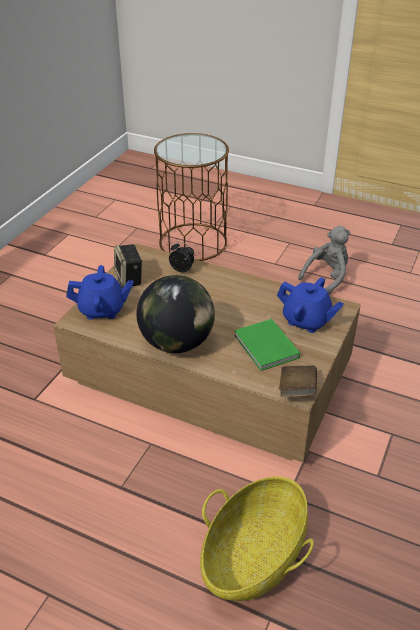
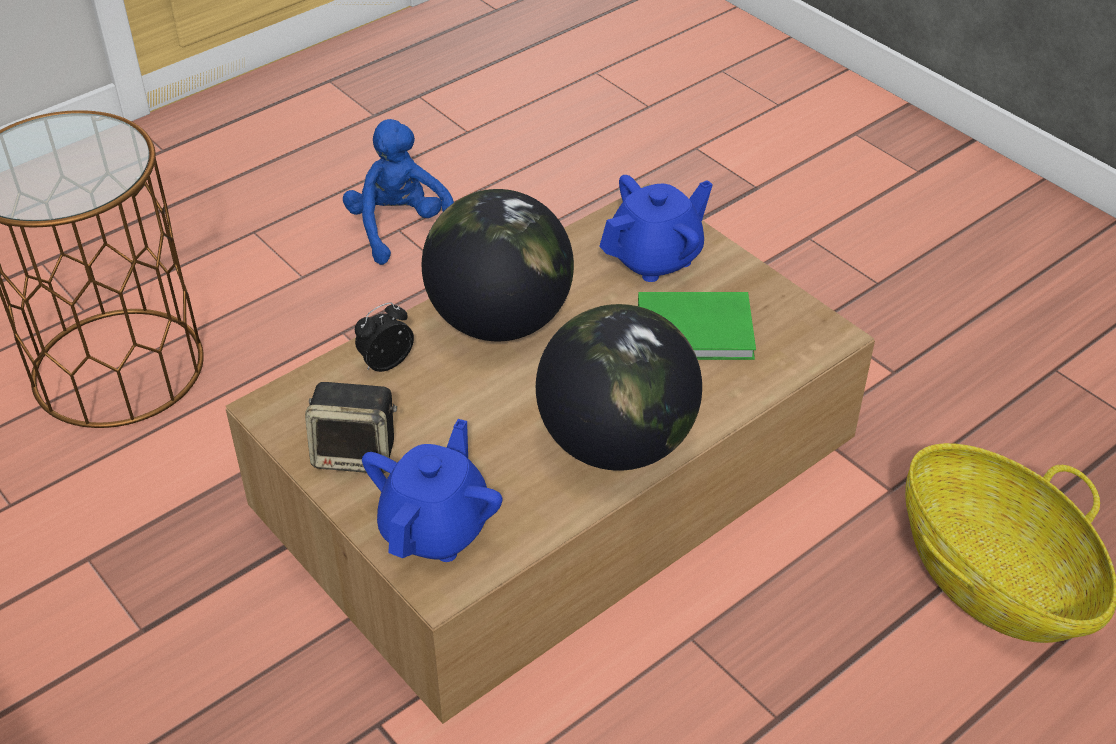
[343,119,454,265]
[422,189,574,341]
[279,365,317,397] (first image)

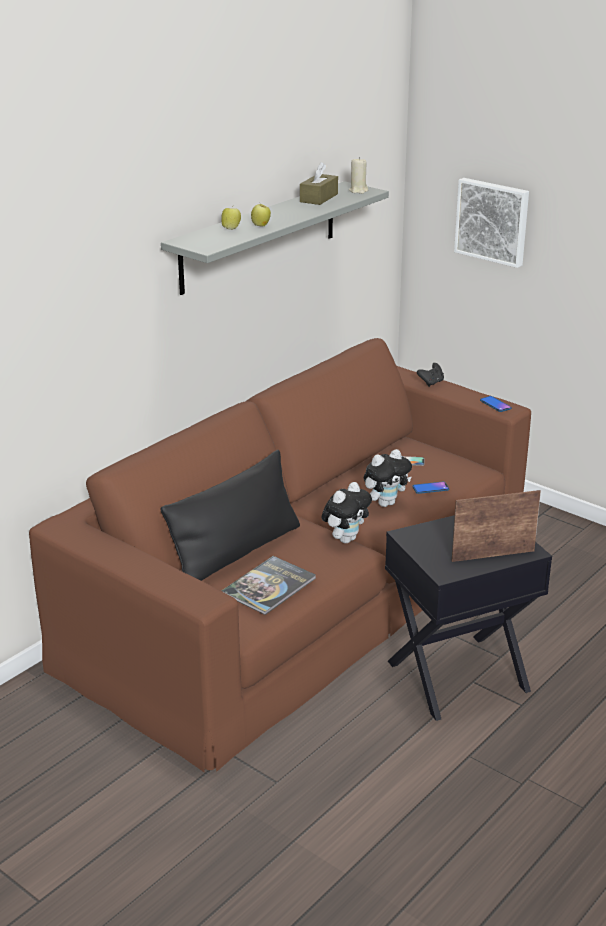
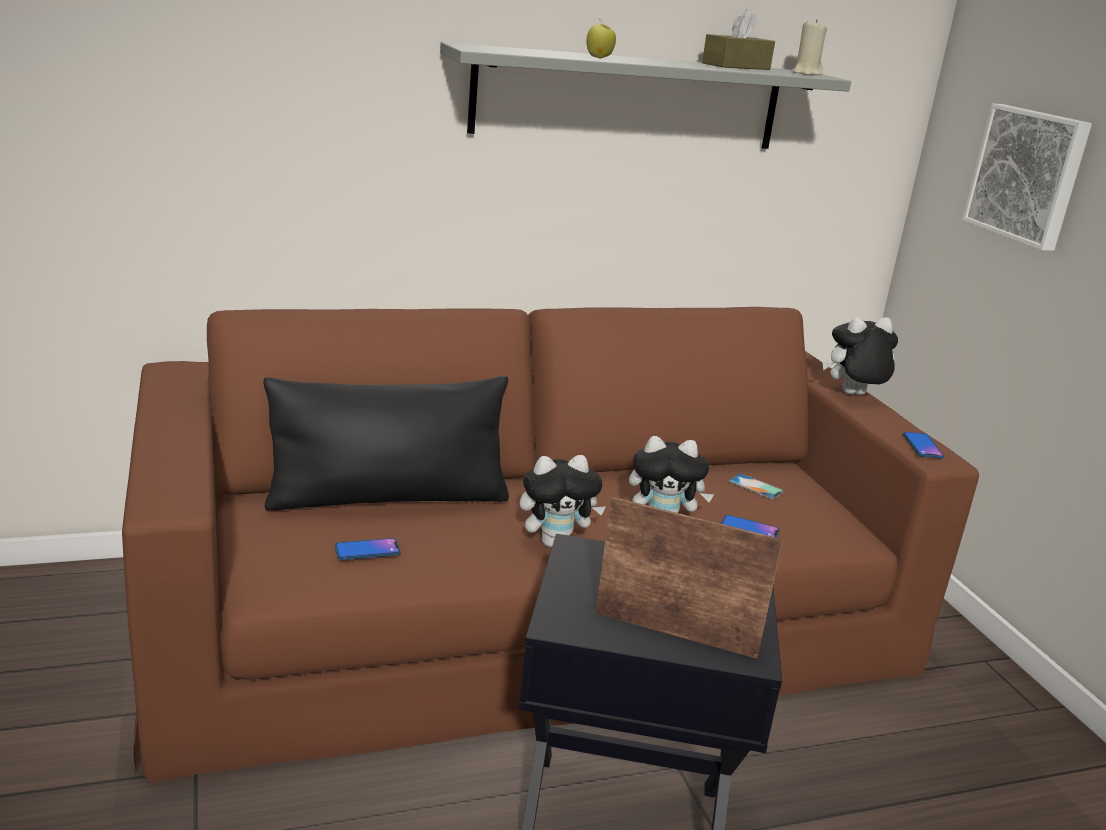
[335,538,401,560]
[822,317,898,395]
[221,208,241,230] (first image)

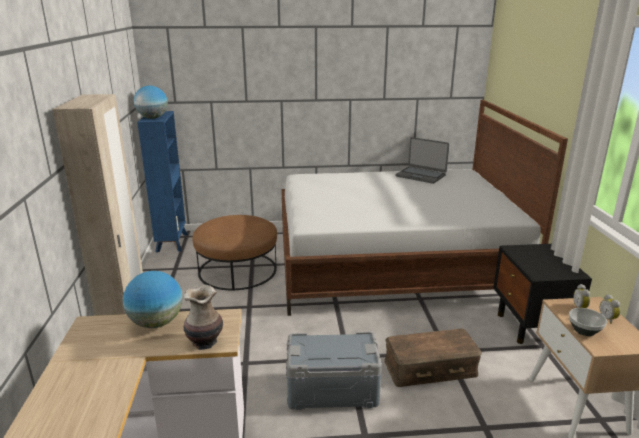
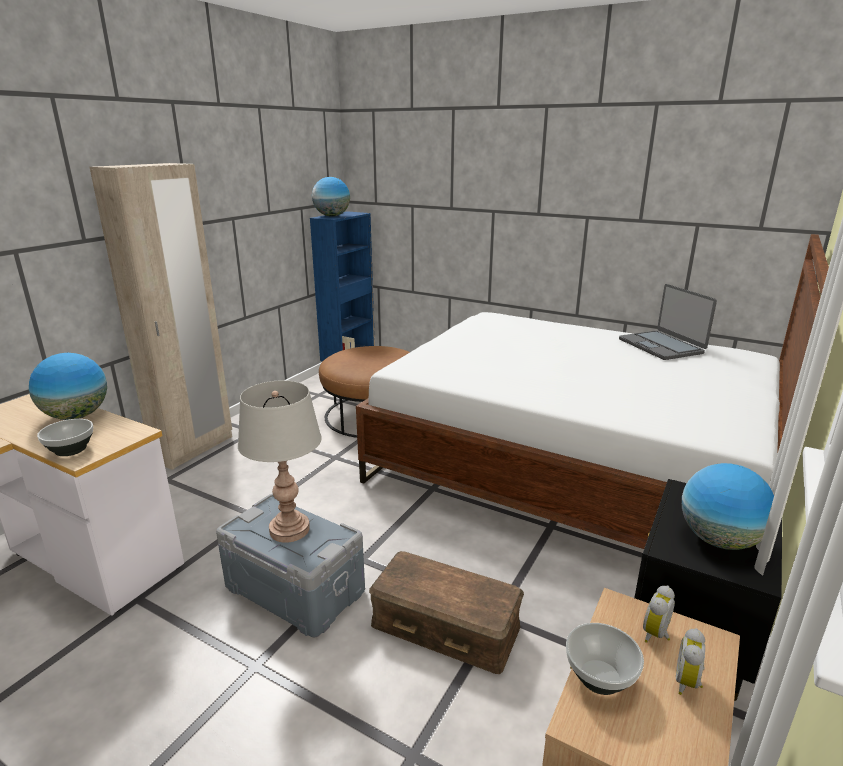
[37,419,93,456]
[238,380,322,543]
[682,463,774,550]

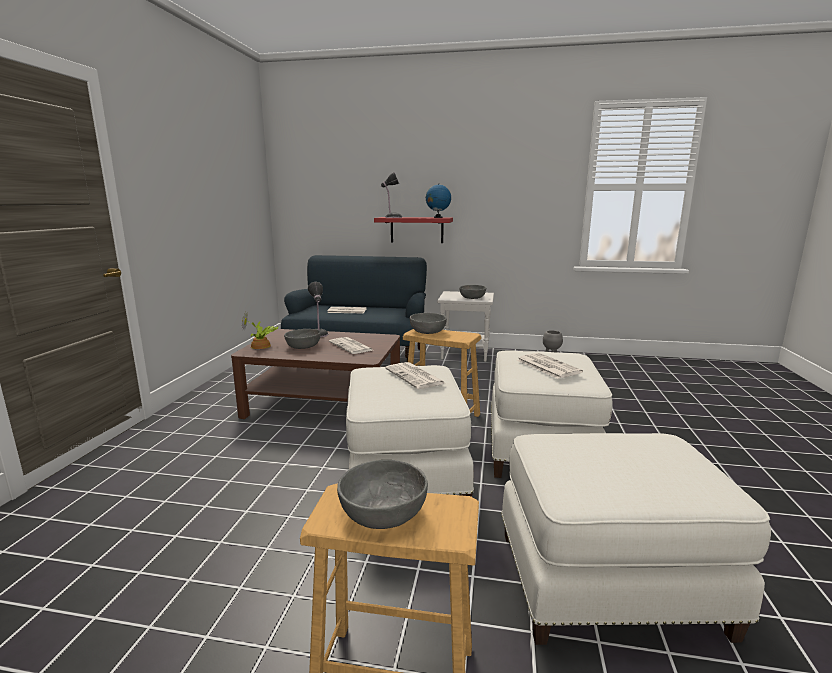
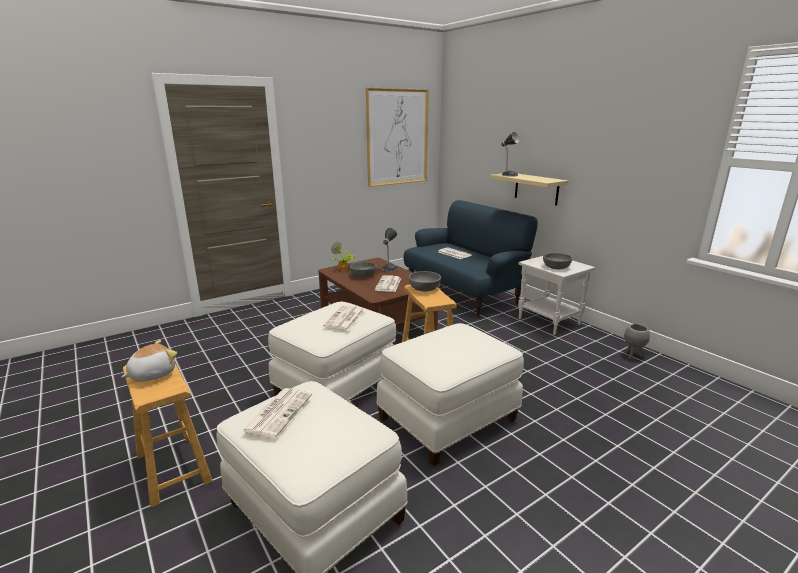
[121,340,177,382]
[241,388,312,438]
[366,88,429,187]
[490,173,568,206]
[426,184,451,218] (first image)

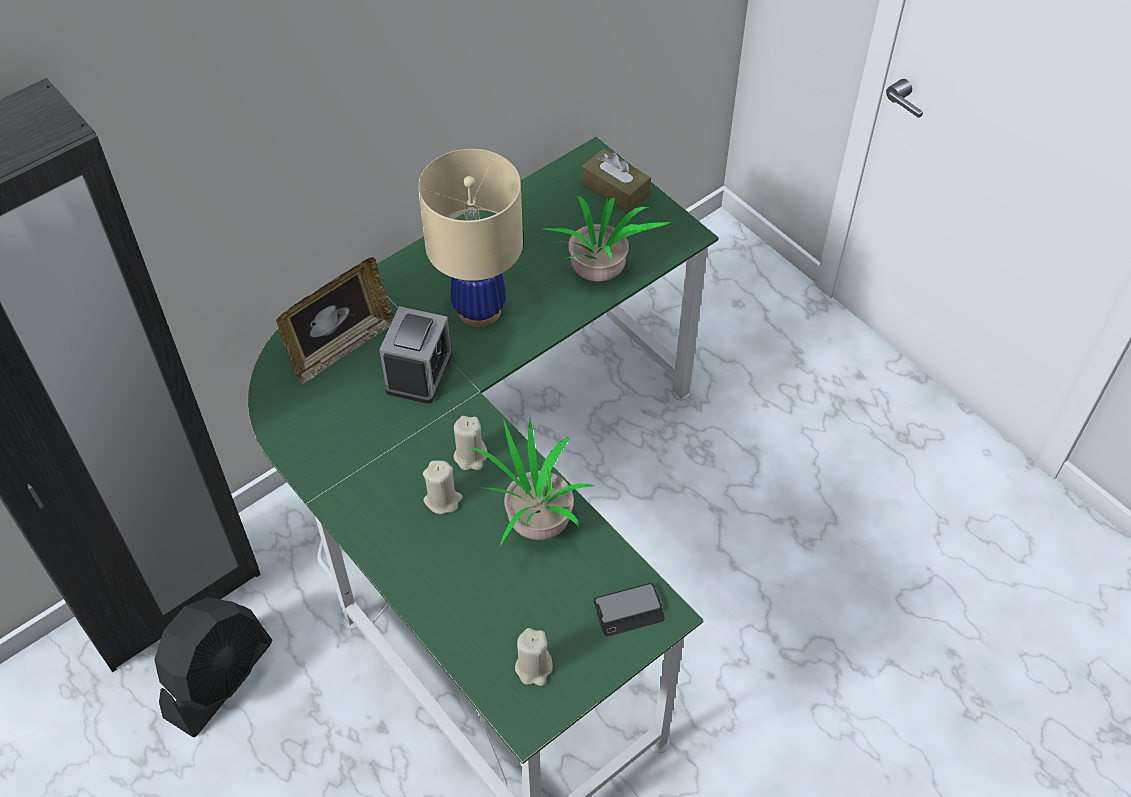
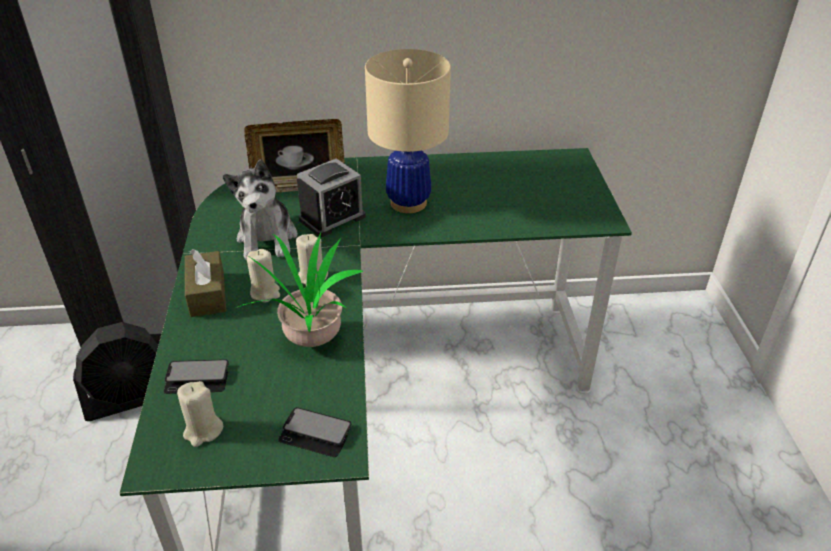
[164,359,229,394]
[185,249,226,317]
[223,159,298,260]
[543,196,671,282] (first image)

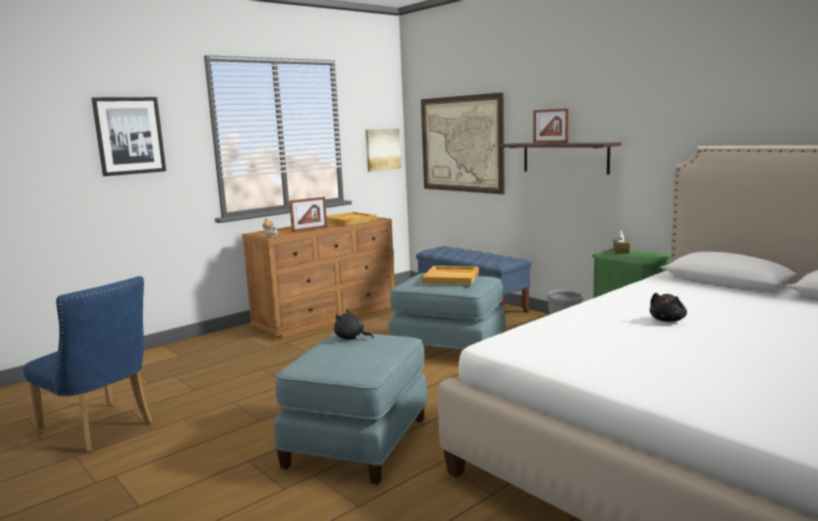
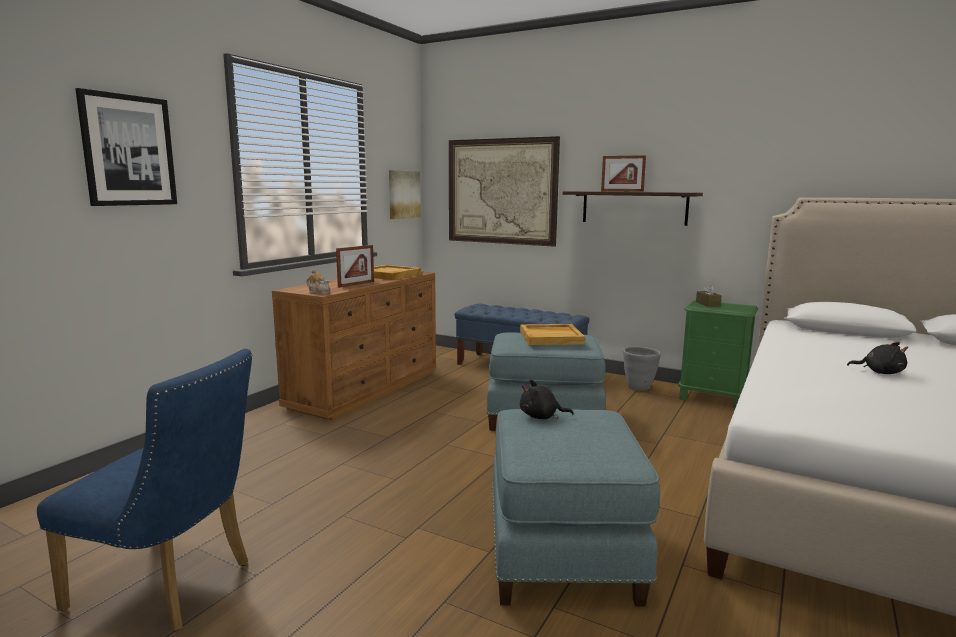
[847,342,908,374]

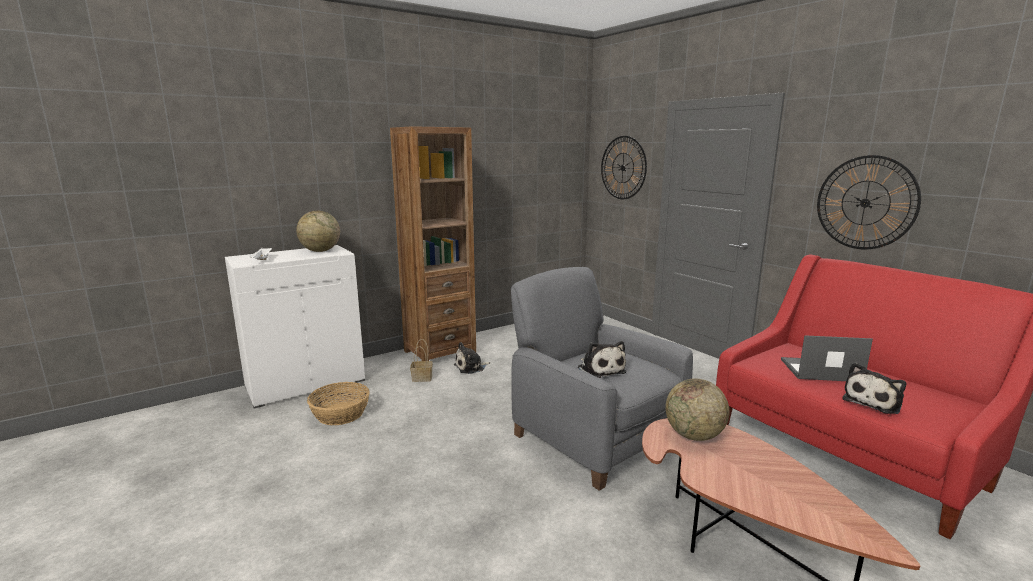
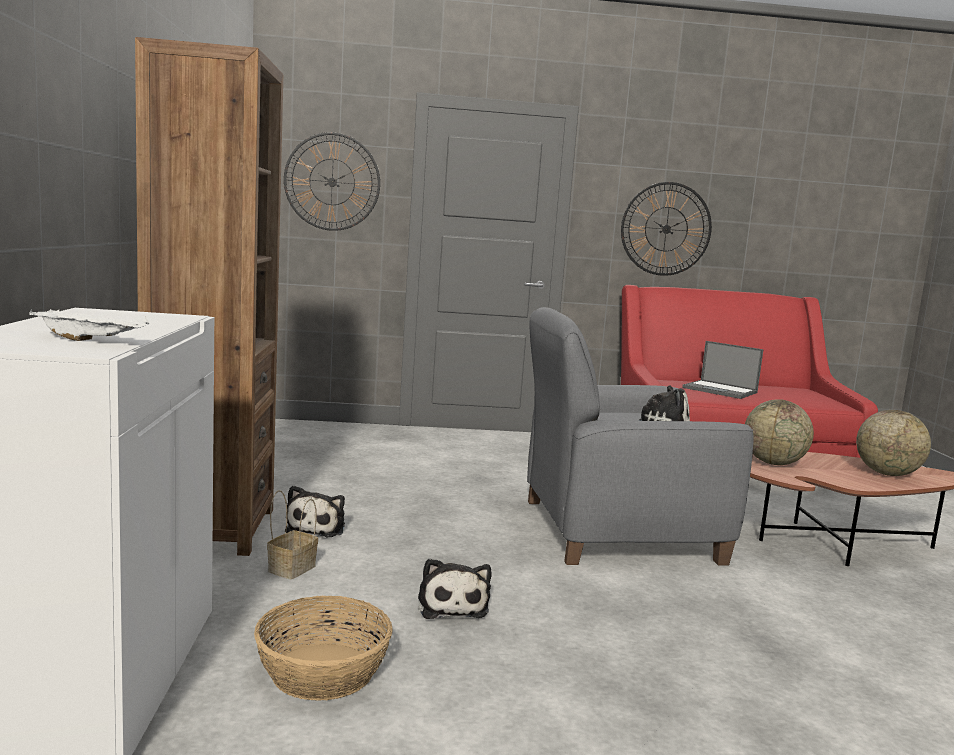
[418,558,492,619]
[682,341,764,399]
[856,410,931,476]

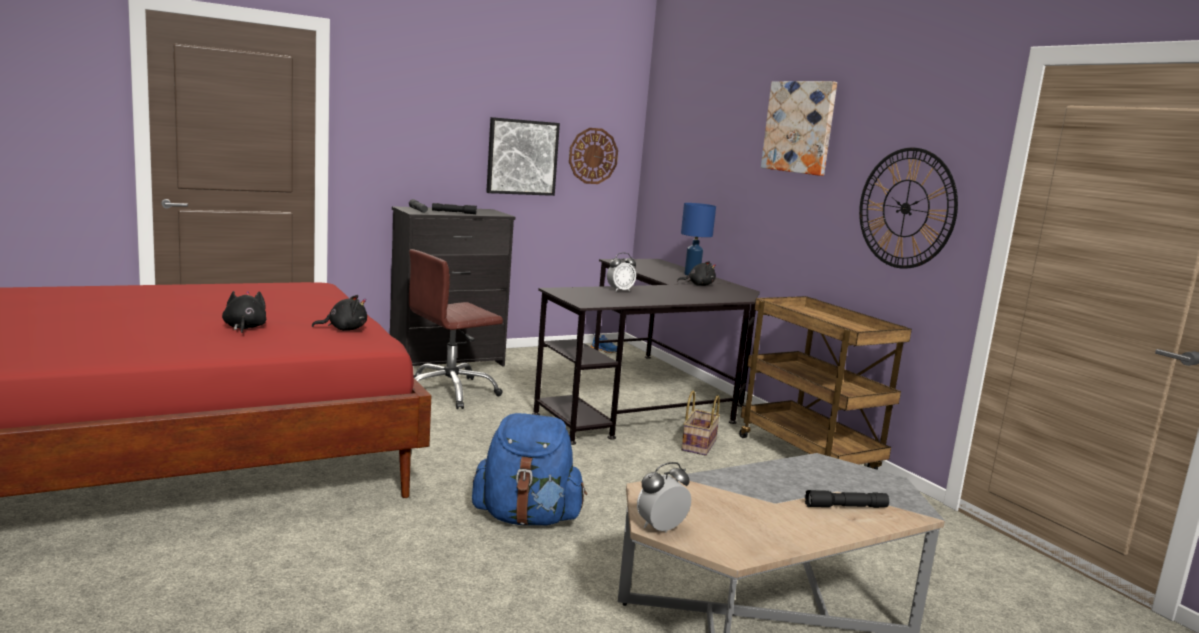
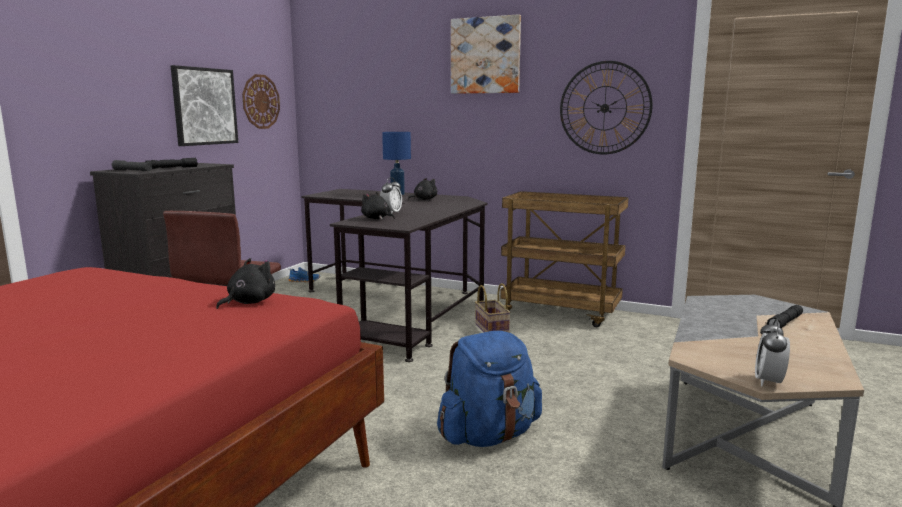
[361,192,395,220]

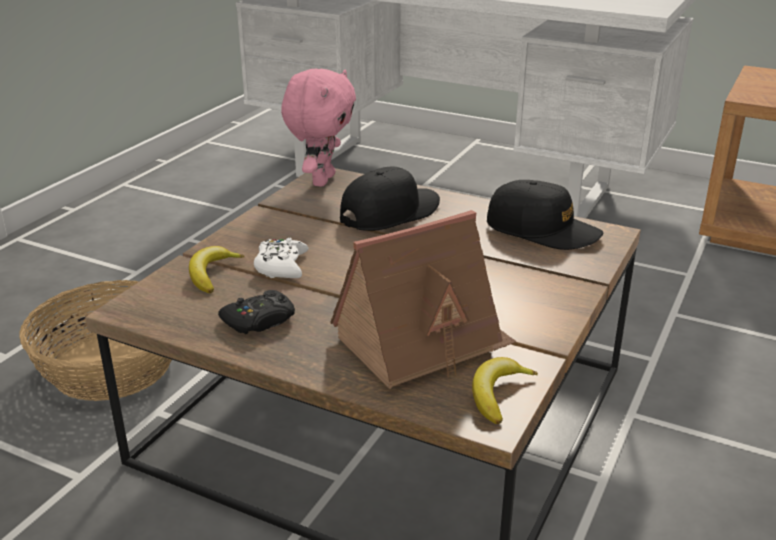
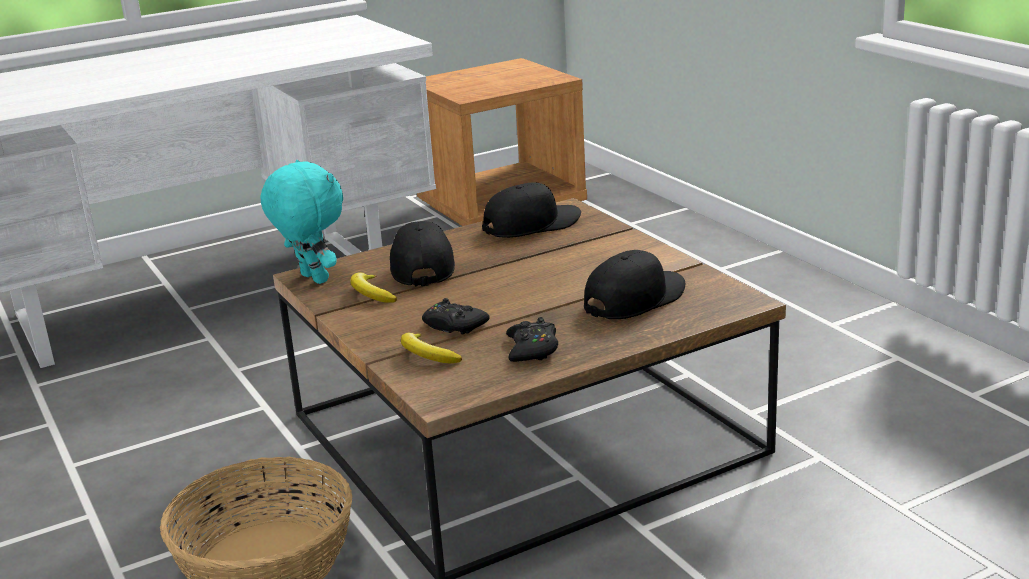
[260,160,343,284]
[351,272,397,302]
[422,298,490,335]
[584,250,685,319]

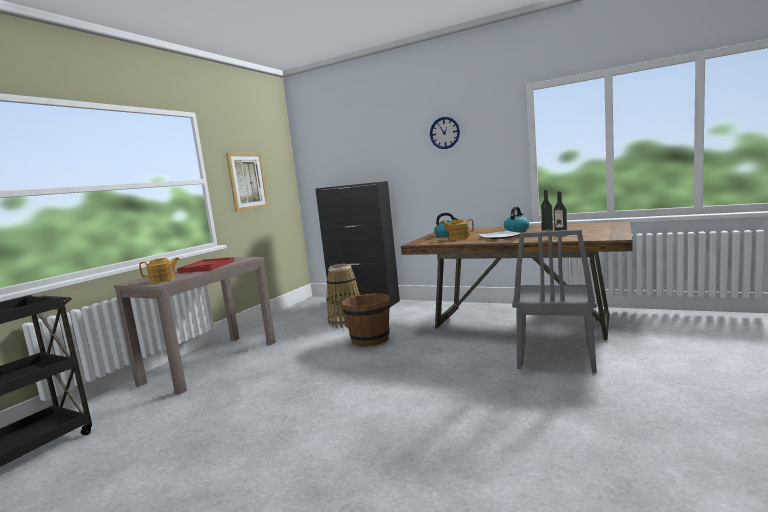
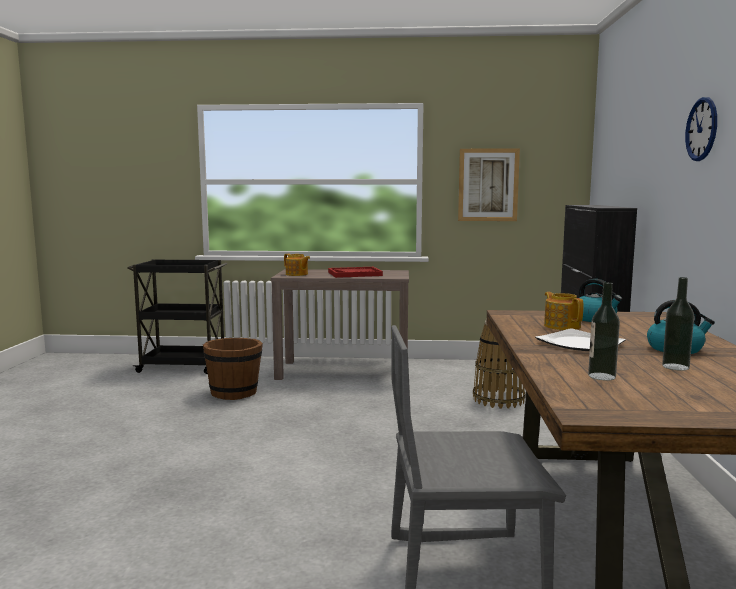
[203,338,263,400]

